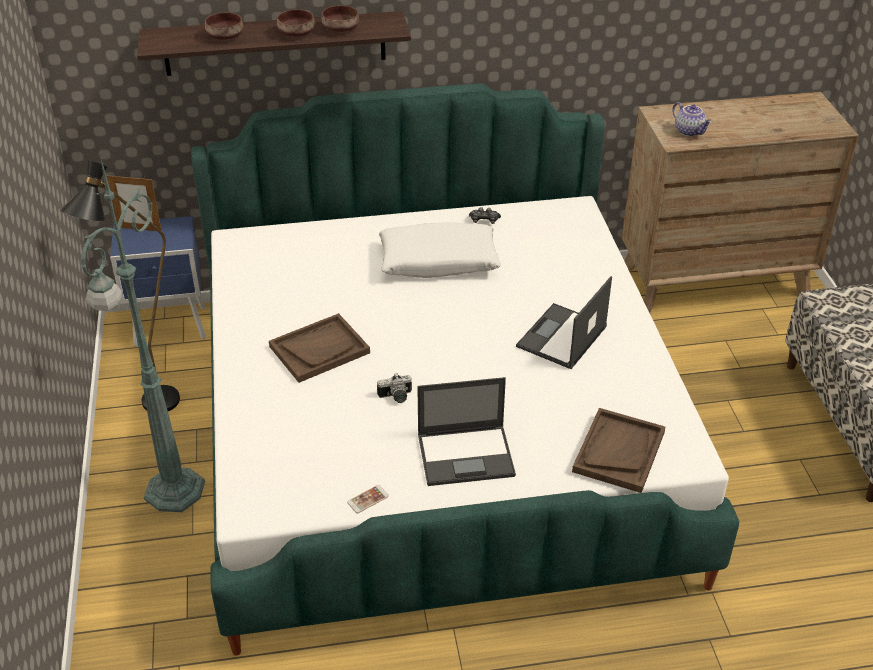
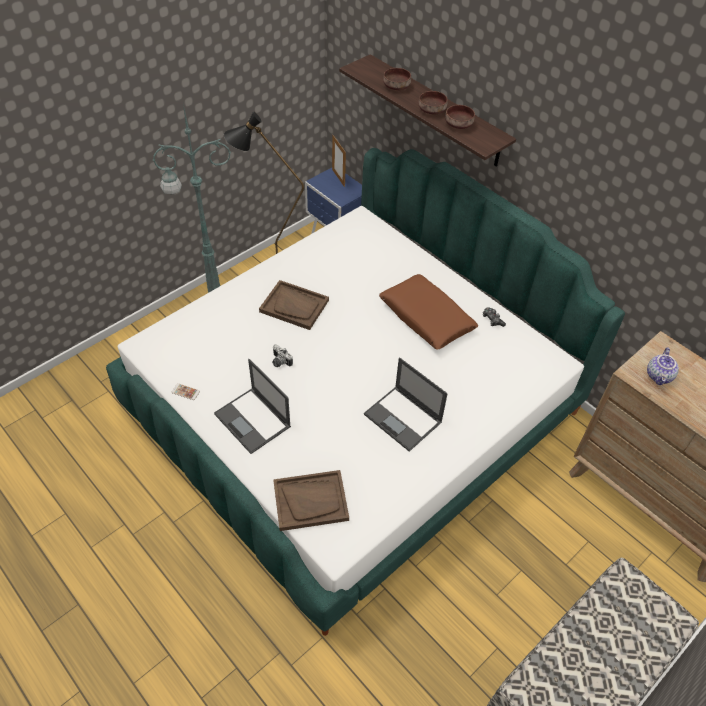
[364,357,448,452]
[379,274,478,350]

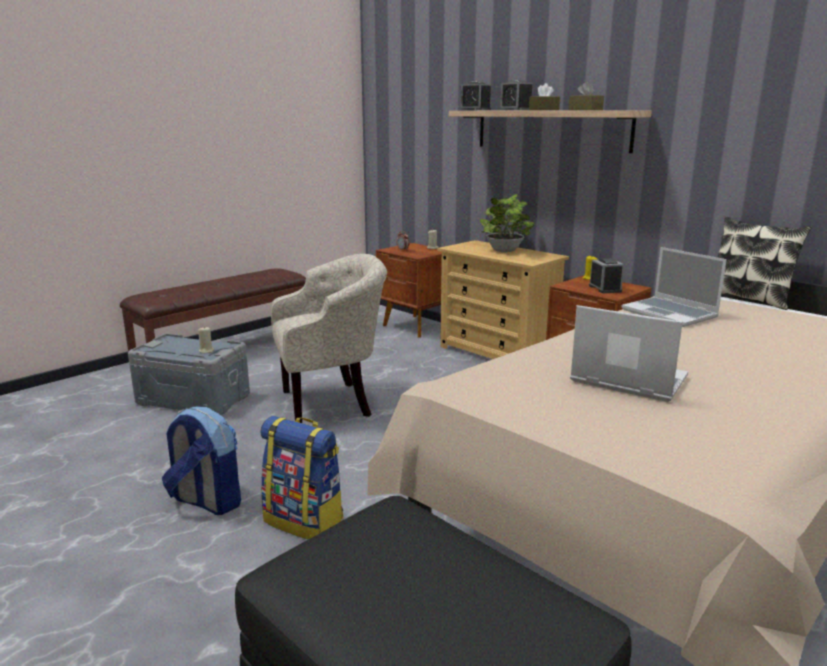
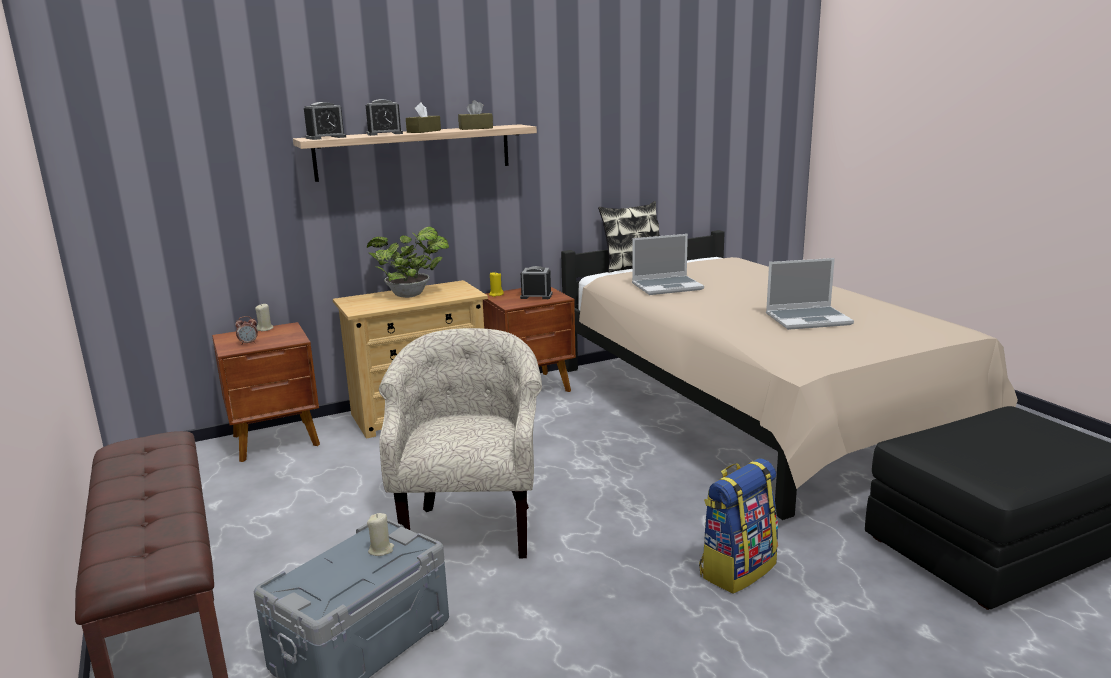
[766,258,854,330]
[162,406,241,515] (first image)

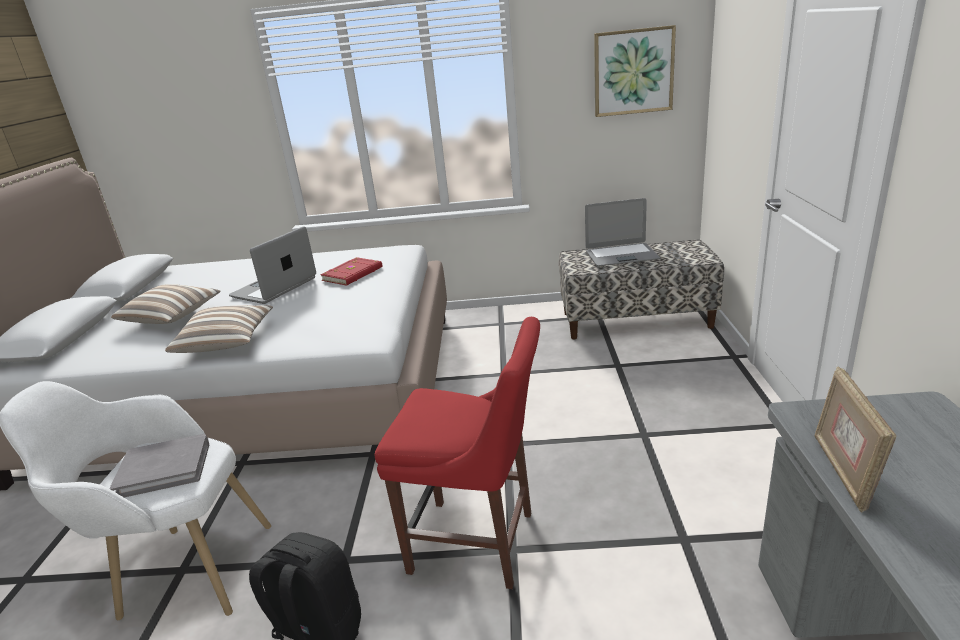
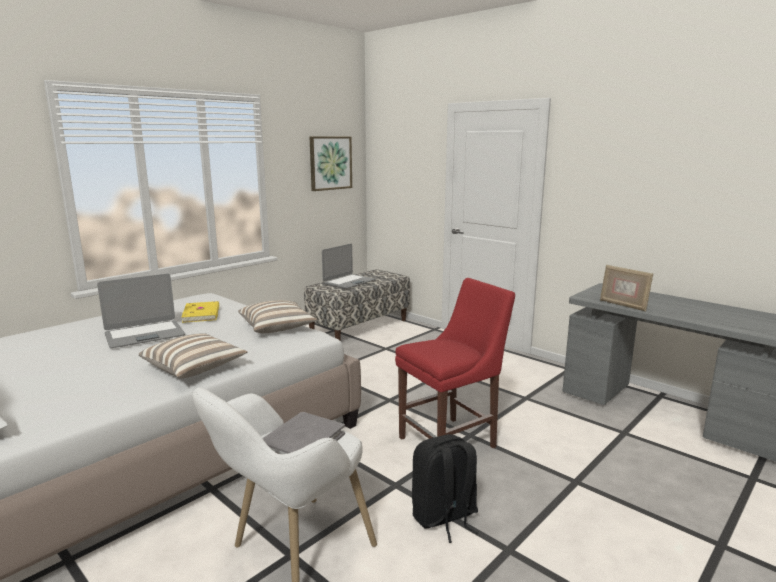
[97,274,185,348]
[181,301,219,323]
[238,300,317,333]

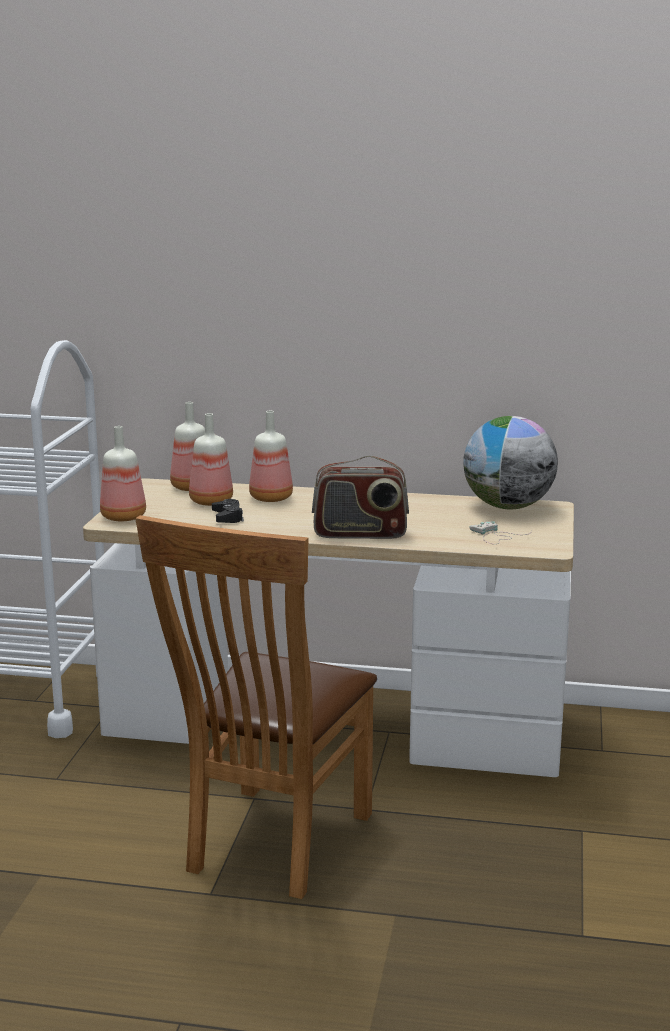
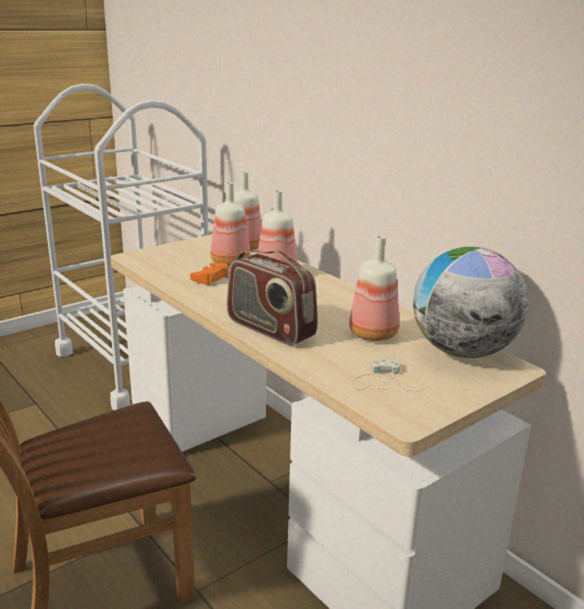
[190,262,229,286]
[349,236,400,341]

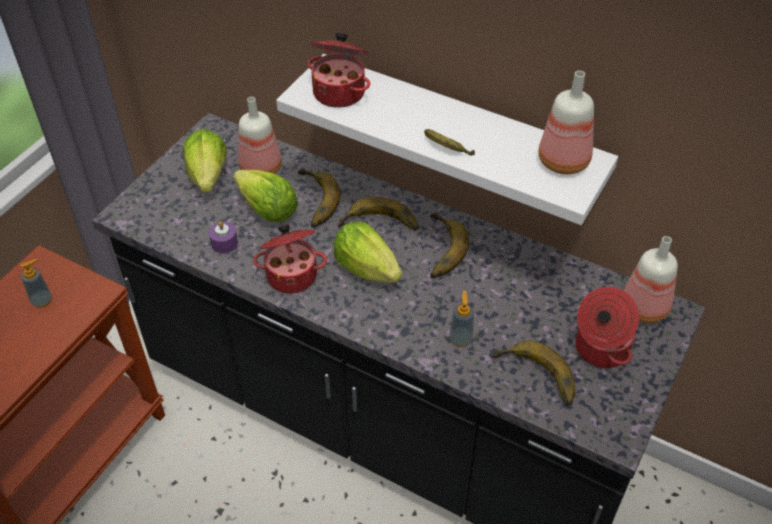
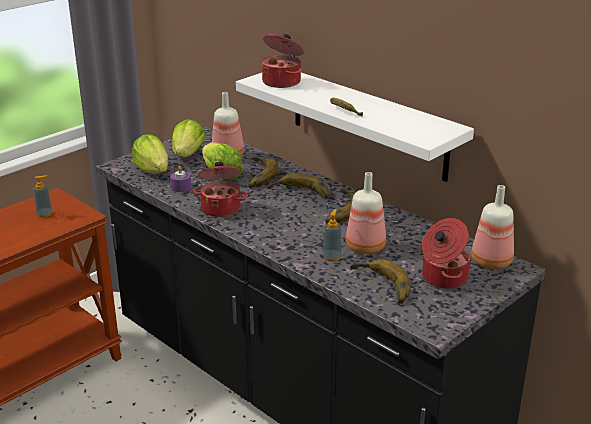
[132,134,168,174]
[346,172,386,254]

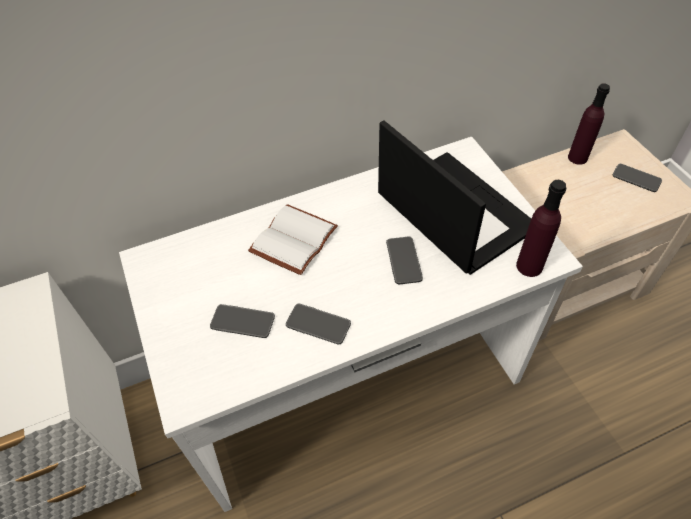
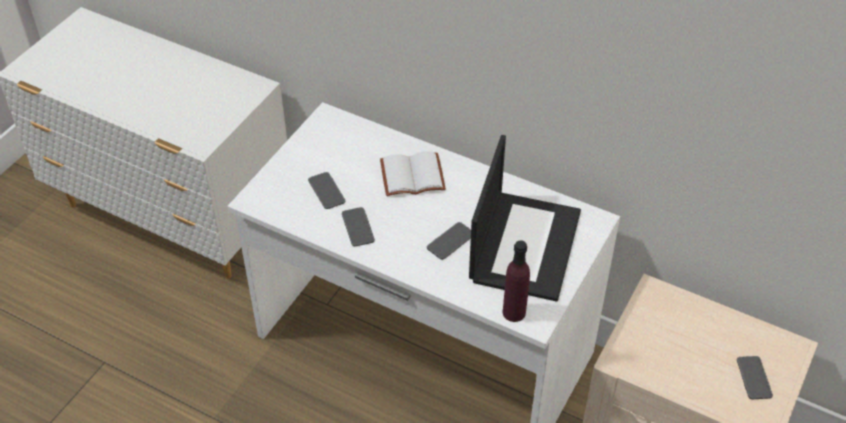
[568,83,610,165] (first image)

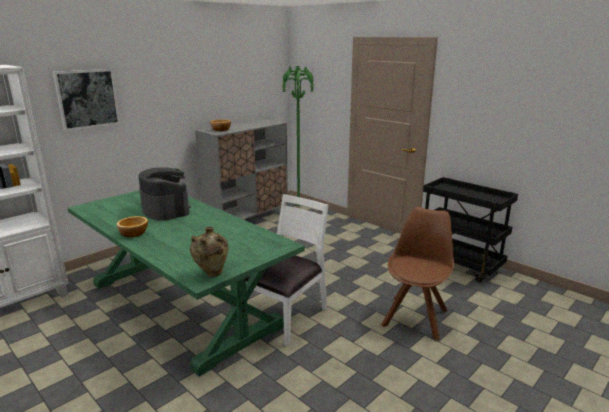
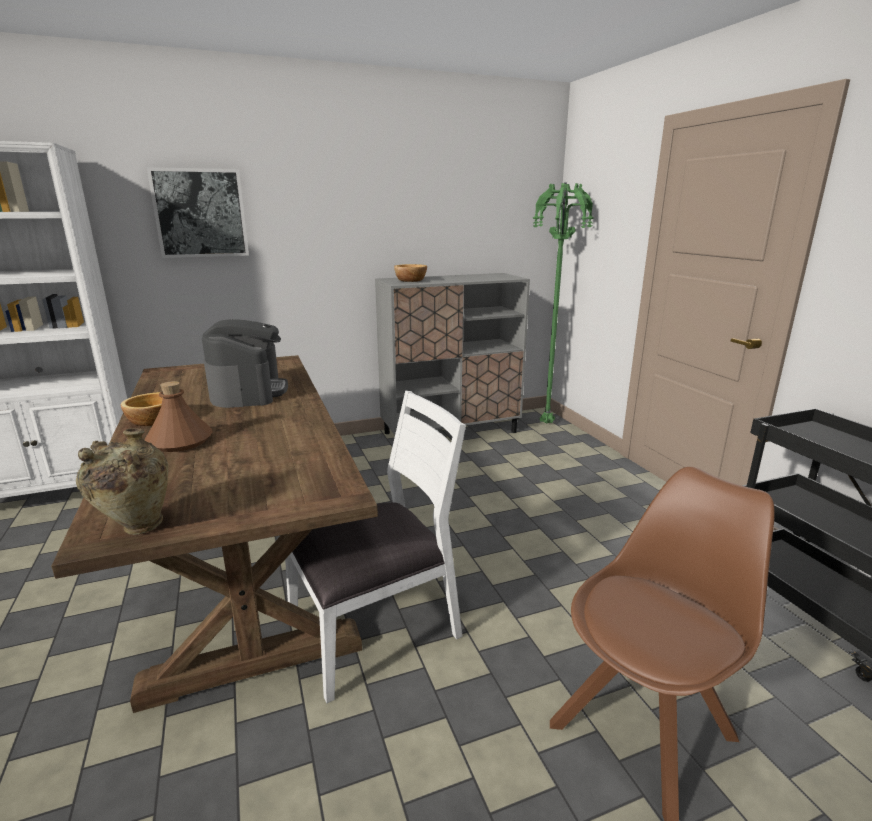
[51,355,378,713]
[145,381,213,452]

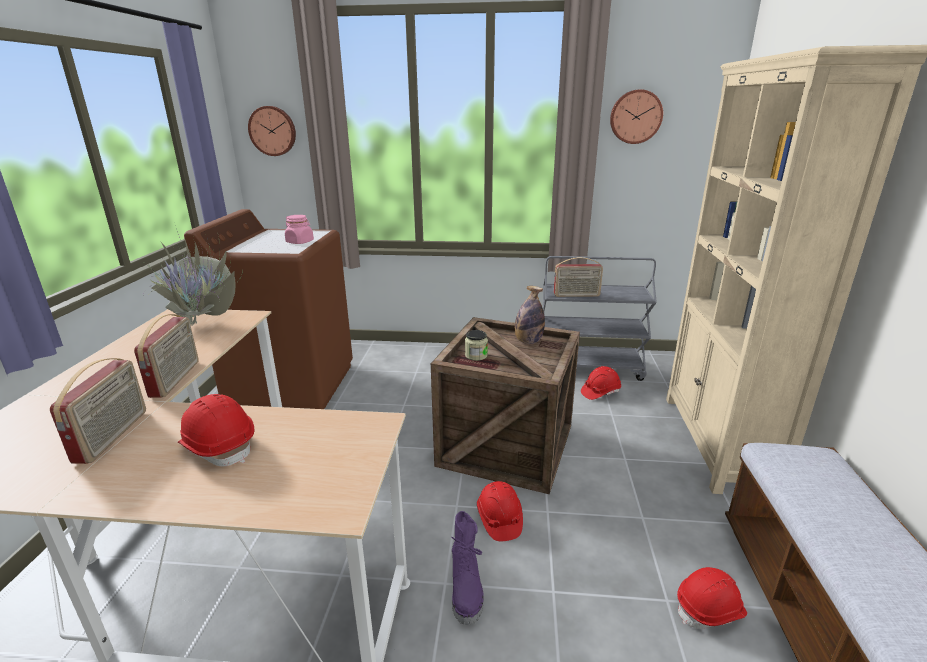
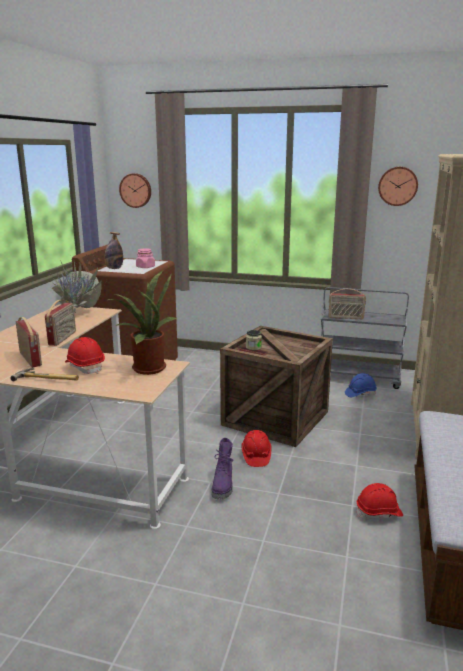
[10,367,79,381]
[16,317,42,368]
[104,232,123,269]
[108,271,177,375]
[345,373,377,397]

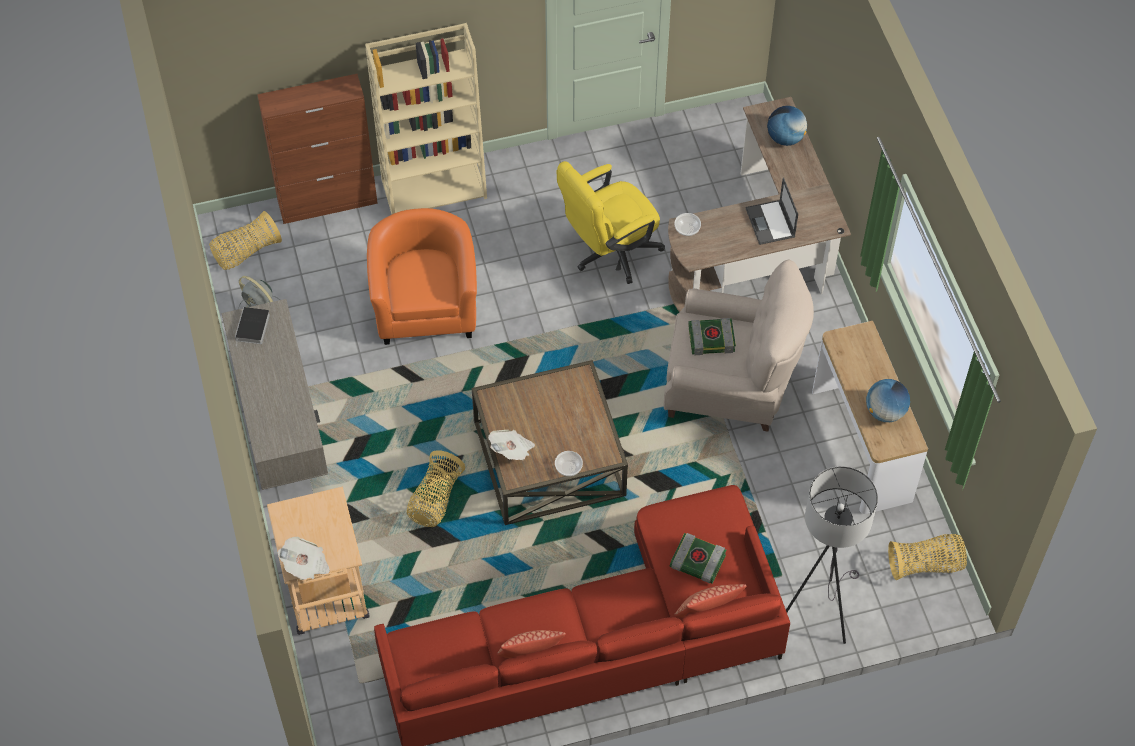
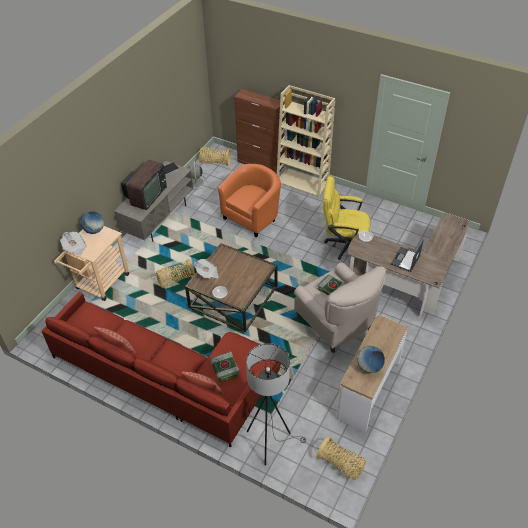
[81,211,104,234]
[121,159,167,210]

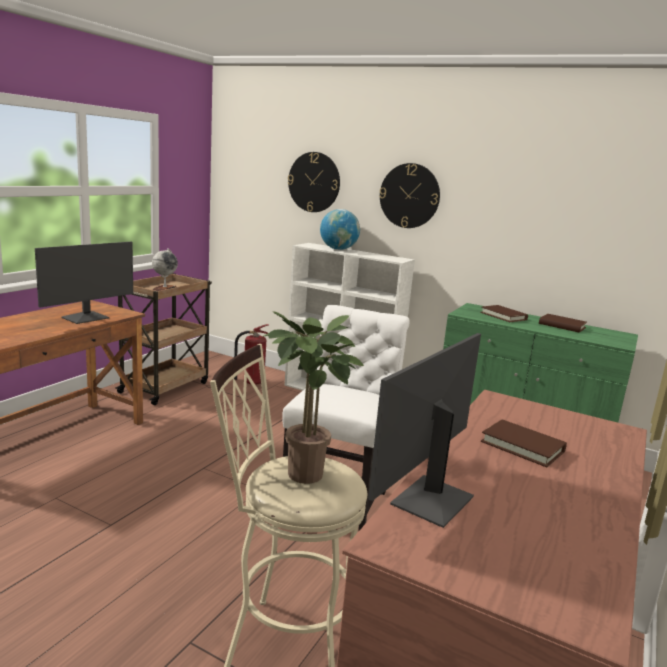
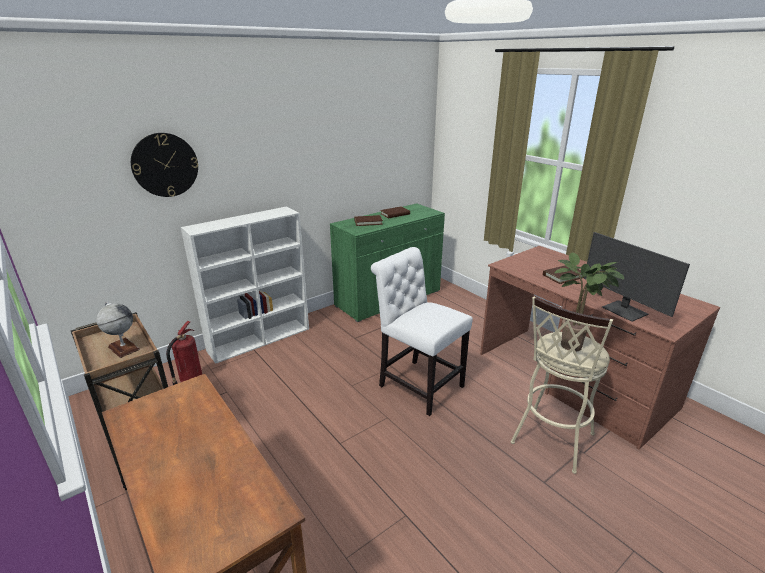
[35,242,133,324] (first image)
[320,209,360,250] (first image)
[379,163,440,228] (first image)

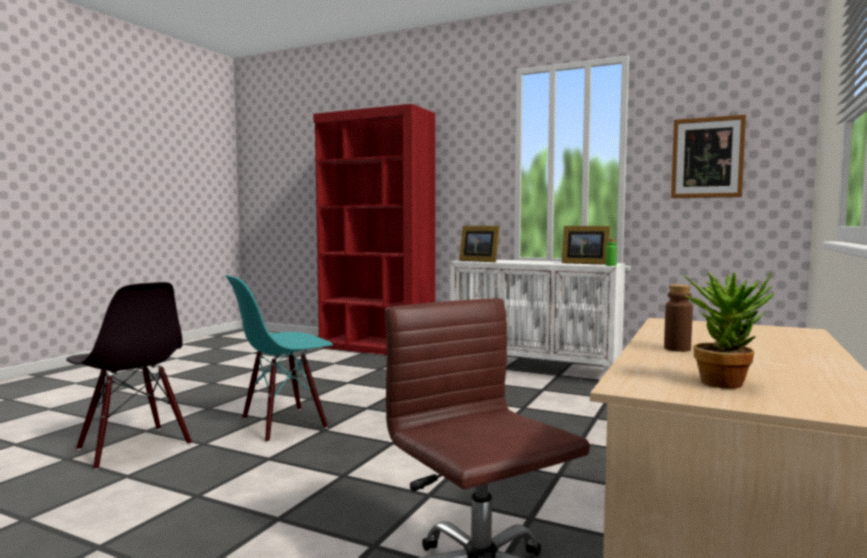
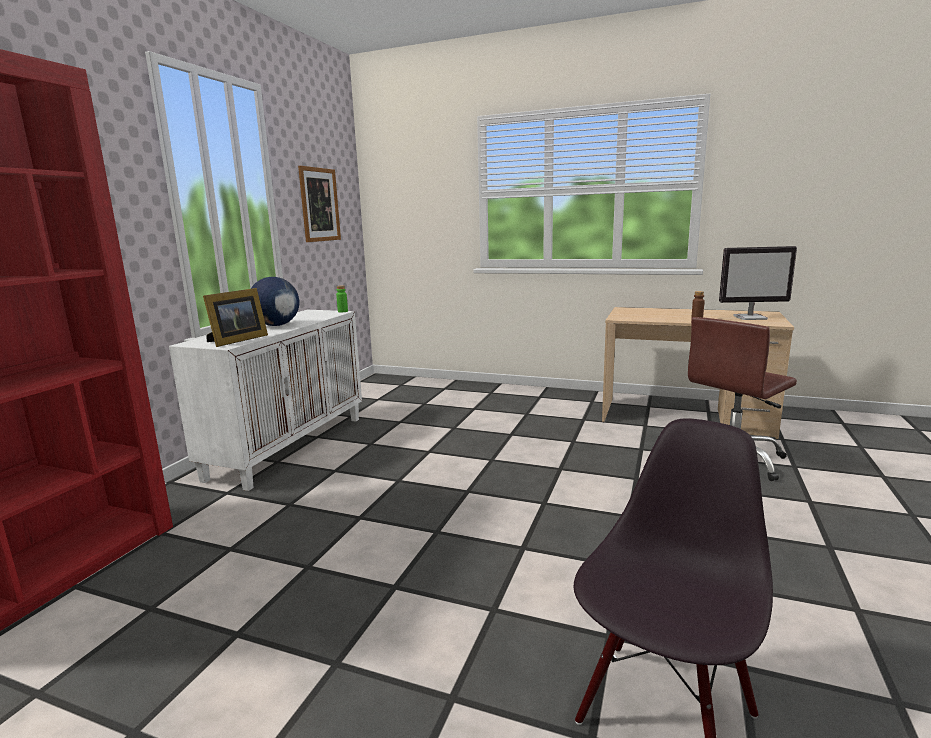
[251,277,299,326]
[719,246,797,320]
[225,275,333,443] (first image)
[562,226,610,265] (first image)

